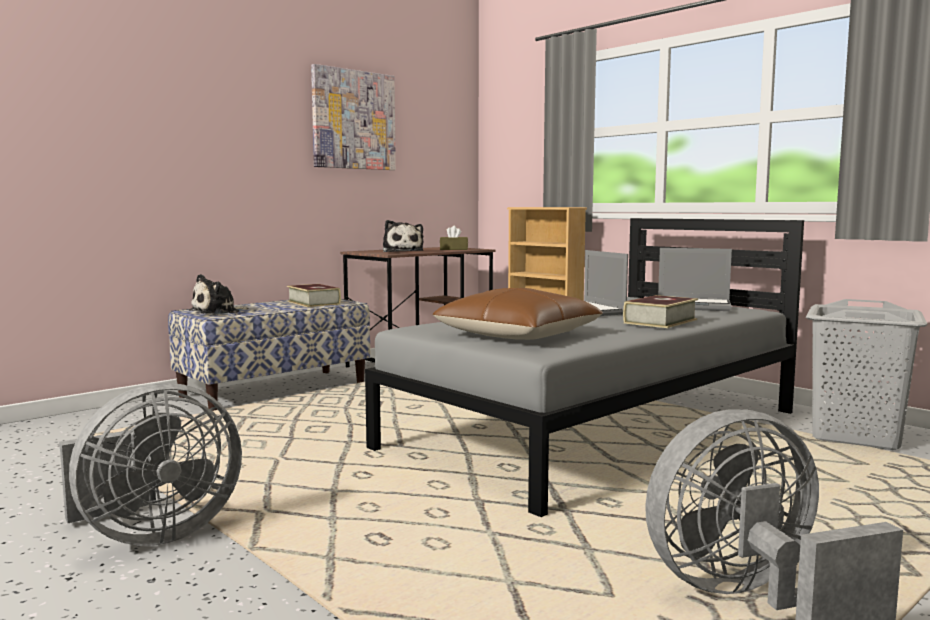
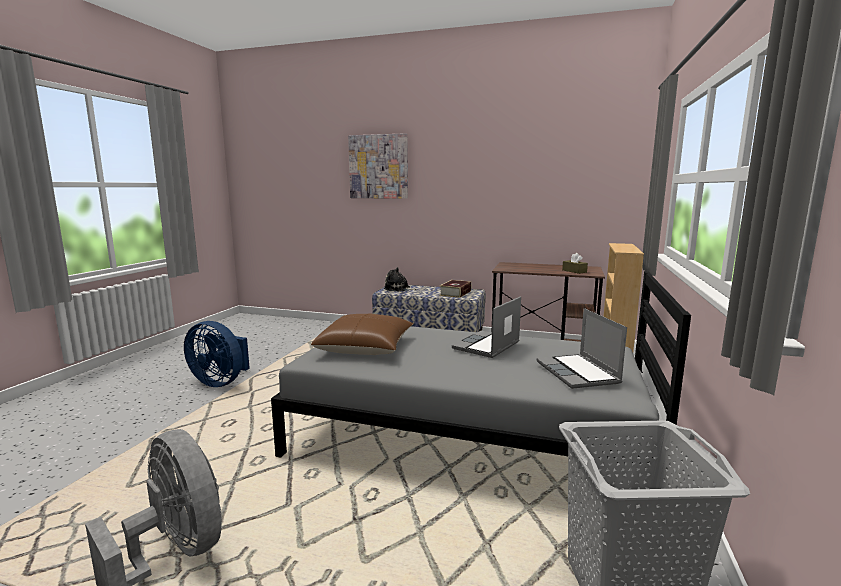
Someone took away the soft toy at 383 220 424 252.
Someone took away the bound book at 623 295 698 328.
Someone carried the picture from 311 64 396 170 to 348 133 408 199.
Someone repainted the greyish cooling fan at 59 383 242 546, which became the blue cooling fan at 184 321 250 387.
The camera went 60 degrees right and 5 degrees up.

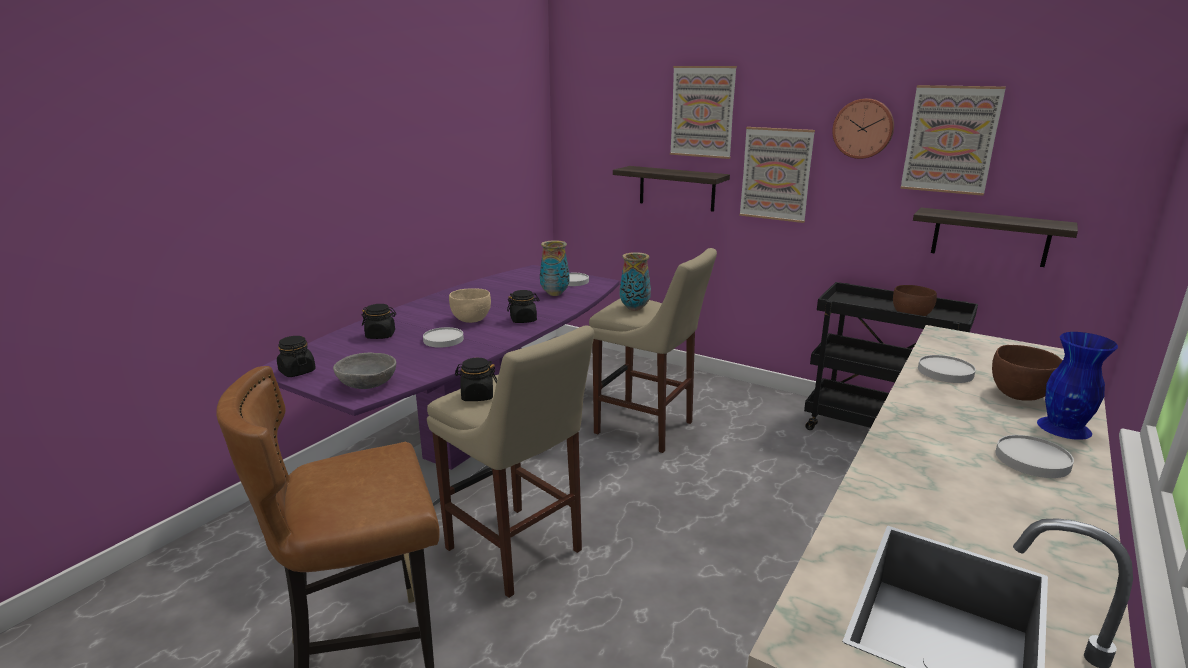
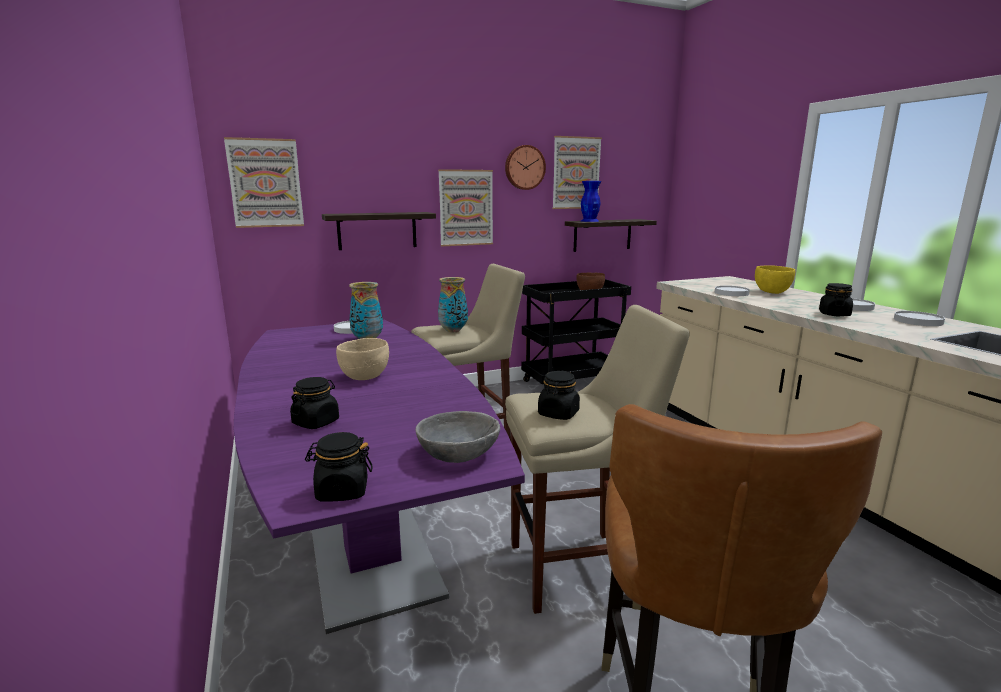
Someone carried the whitish dinner plate from 423 327 464 348 to 894 311 945 326.
Someone carried the blackish storage jar from 507 290 539 323 to 819 283 853 316.
Someone carried the picture from 670 66 737 159 to 224 137 304 228.
Someone carried the blue flower vase from 1037 332 1118 440 to 581 181 601 222.
Someone repainted the brownish serving bowl at 992 345 1063 401, which became the yellow serving bowl at 755 265 795 294.
The camera went 55 degrees left and 5 degrees down.

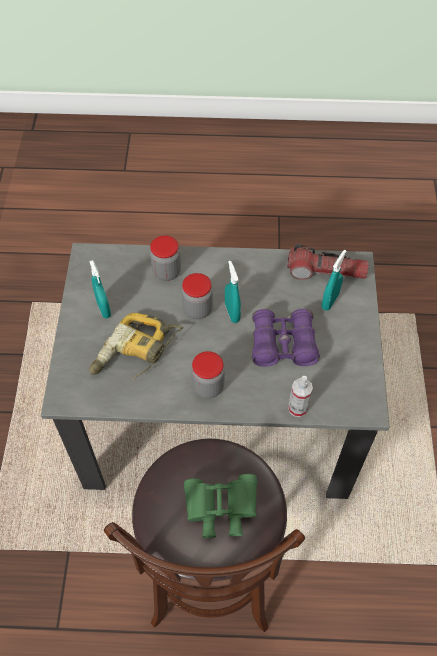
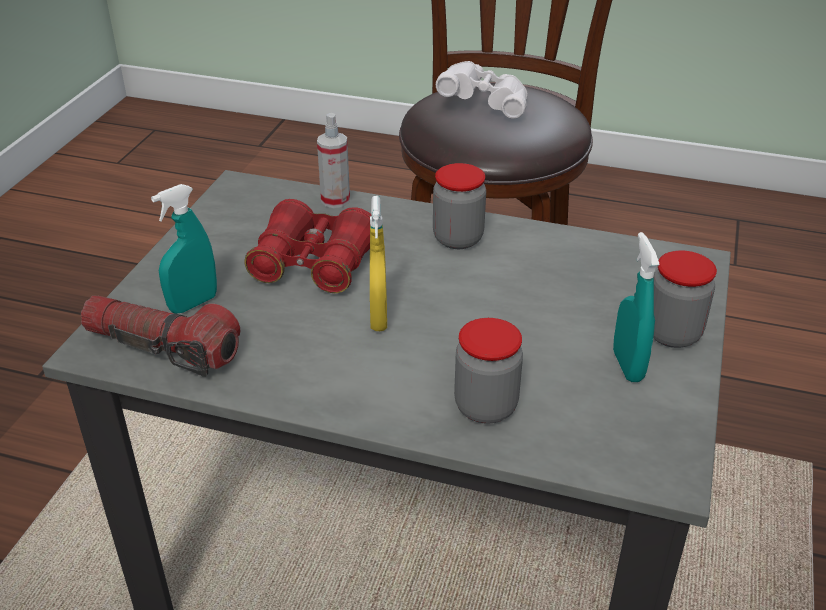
Someone took away the electric drill at 90 313 183 380.
Someone carried the storage jar from 182 273 213 319 to 653 250 717 348.
Someone repainted the greenish pair of binoculars at 184 474 258 538, which became the whitish pair of binoculars at 436 61 528 119.
Someone repainted the turquoise-coloured spray bottle at 225 261 241 323, which became the yellow spray bottle at 370 196 387 331.
Someone repainted the purplish pair of binoculars at 252 309 320 367, which became the red pair of binoculars at 245 199 371 293.
The camera went 165 degrees left and 20 degrees down.

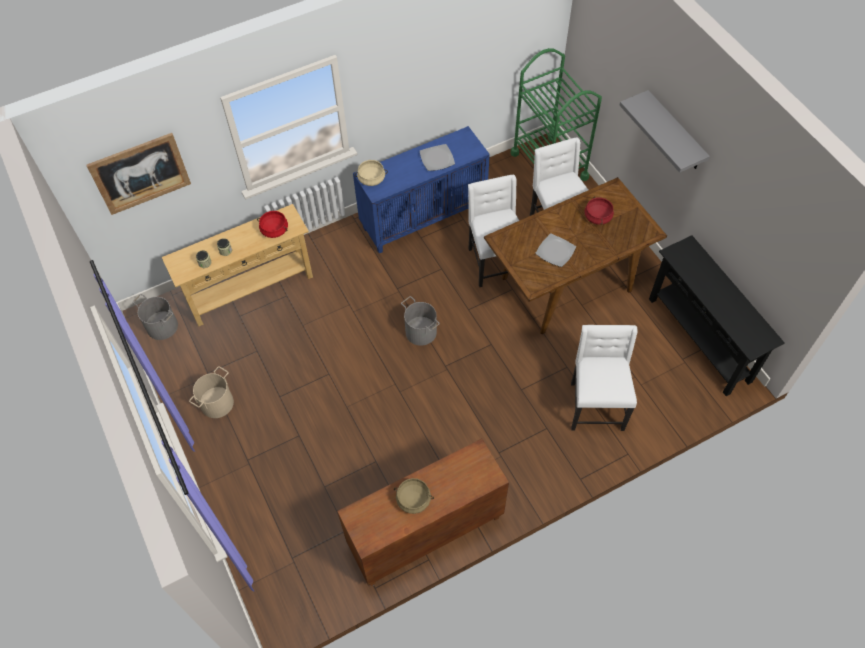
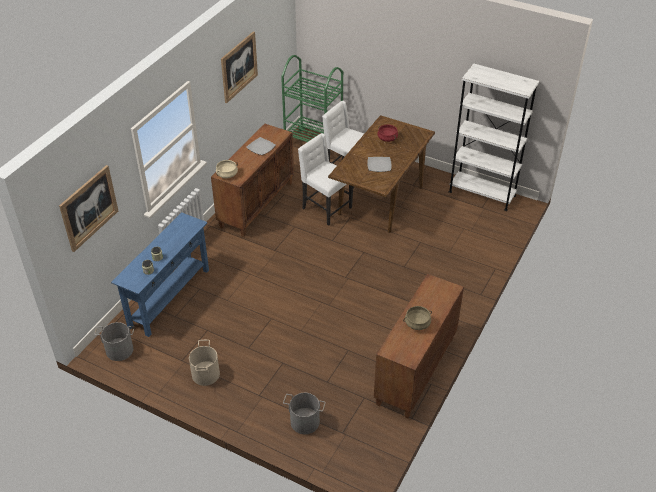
Someone took away the red cooking pot at 257 211 288 238.
Someone took away the whitish chair at 571 325 638 431.
Someone took away the greyish bracket shelf at 619 90 710 173.
Someone put up the picture at 221 31 258 103.
Someone carried the greyish bucket from 401 296 440 346 to 283 393 326 434.
Someone swapped the blackish console table at 649 235 785 396 for the whitish bookshelf at 449 63 539 211.
Someone repainted the beige console table at 162 204 313 326, which became the blue console table at 111 212 209 337.
Someone repainted the blue cabinet at 353 126 490 253, which became the brownish cabinet at 211 124 294 237.
The camera went 35 degrees left and 15 degrees down.

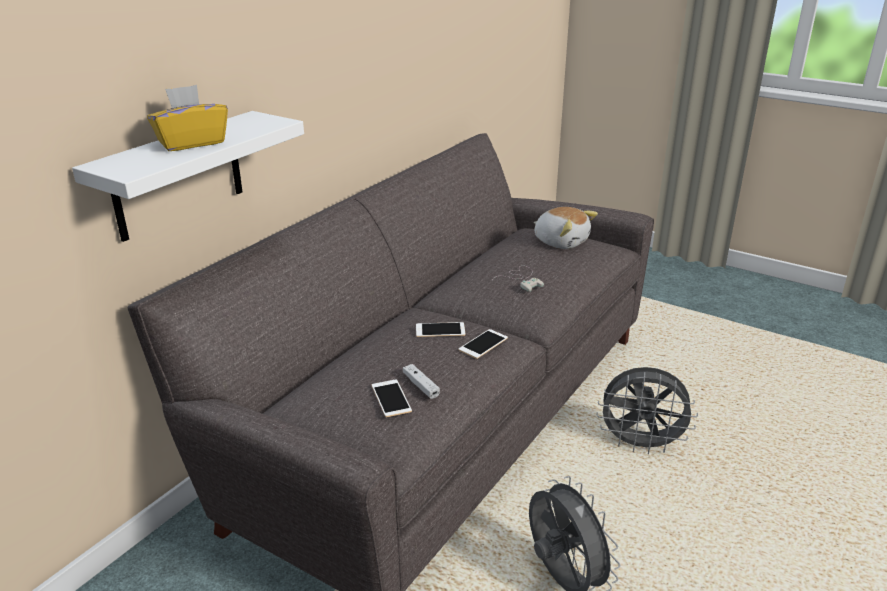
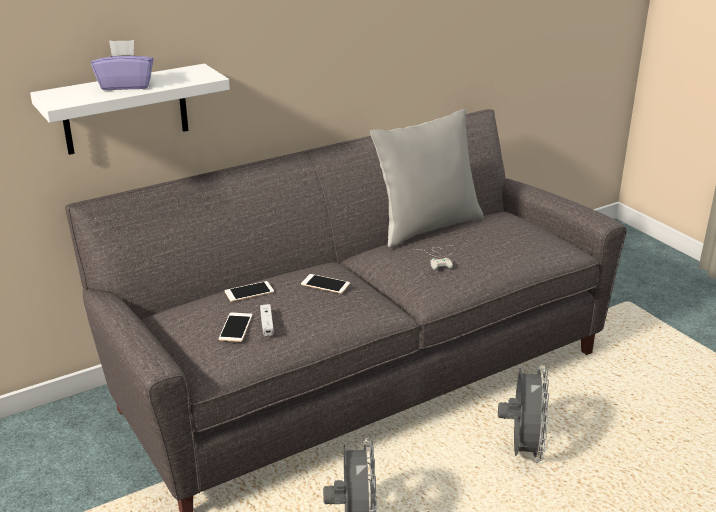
Someone took away the soft toy at 534 207 598 249.
Someone put down the greyish throw pillow at 370 109 484 248.
Someone carried the phone from 459 329 508 359 to 225 281 274 302.
Someone repainted the yellow tissue box at 147 85 228 151, which became the purplish tissue box at 91 40 154 90.
Someone rotated the greyish cooling fan at 596 367 698 454 by 120 degrees counterclockwise.
The camera went 25 degrees right and 0 degrees up.

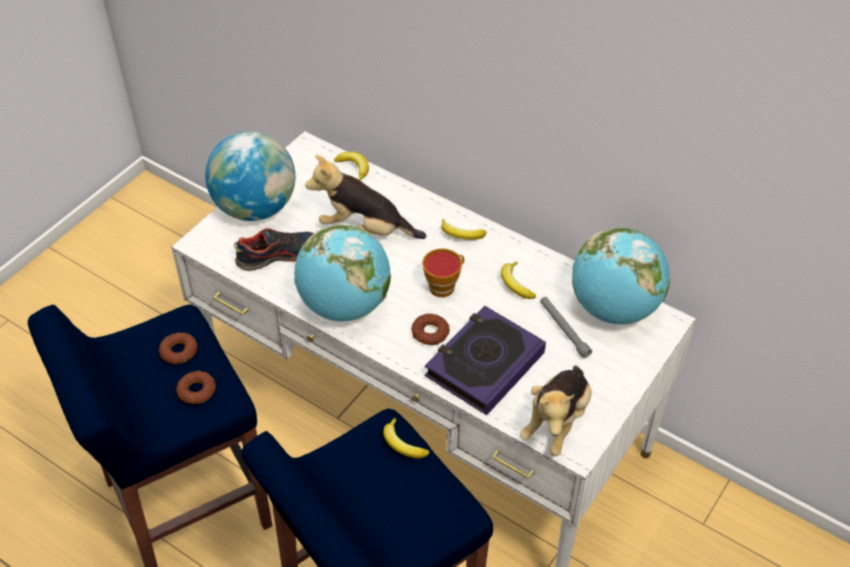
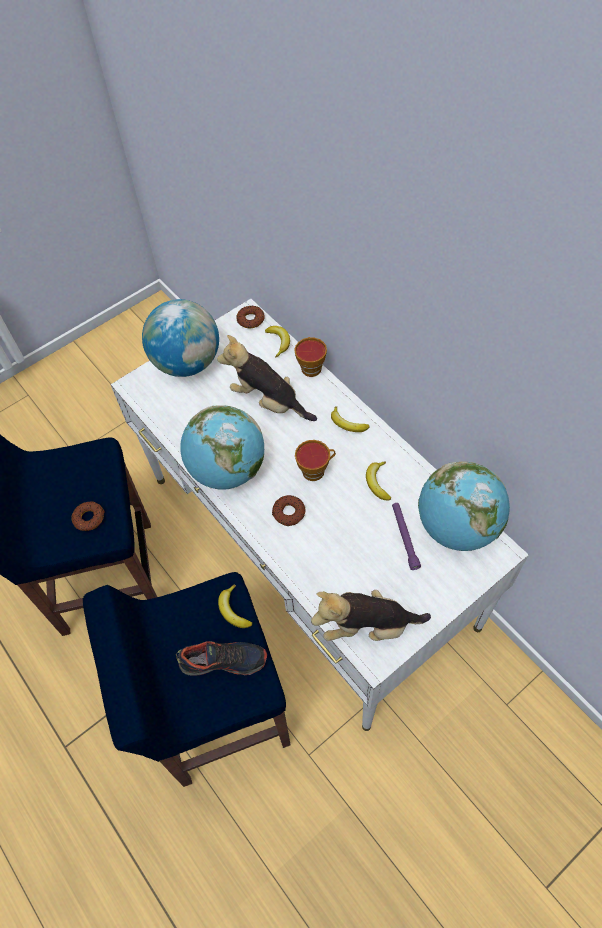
Someone took away the bound book at 425 306 546 415.
Someone put down the small cup at 294 337 327 377.
Someone carried the ring doughnut from 159 332 198 364 to 236 305 265 329.
Someone carried the shoe from 234 228 314 271 to 176 641 267 676.
Someone repainted the greyish torch at 540 297 592 358, which became the purplish torch at 392 503 421 570.
Someone rotated the soft toy at 520 365 592 456 by 45 degrees clockwise.
The camera went 20 degrees right and 10 degrees up.

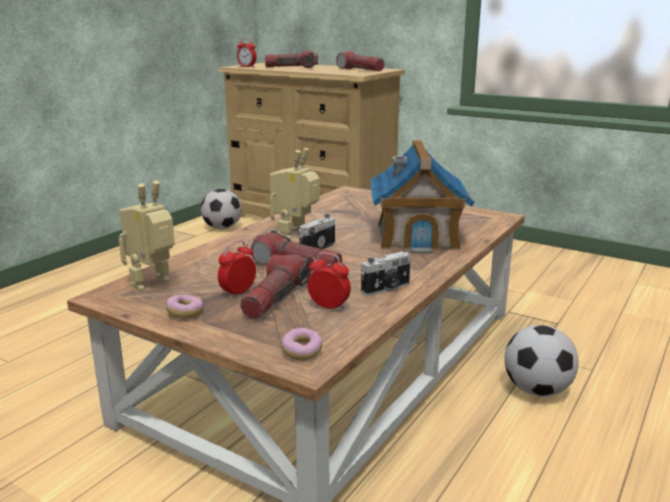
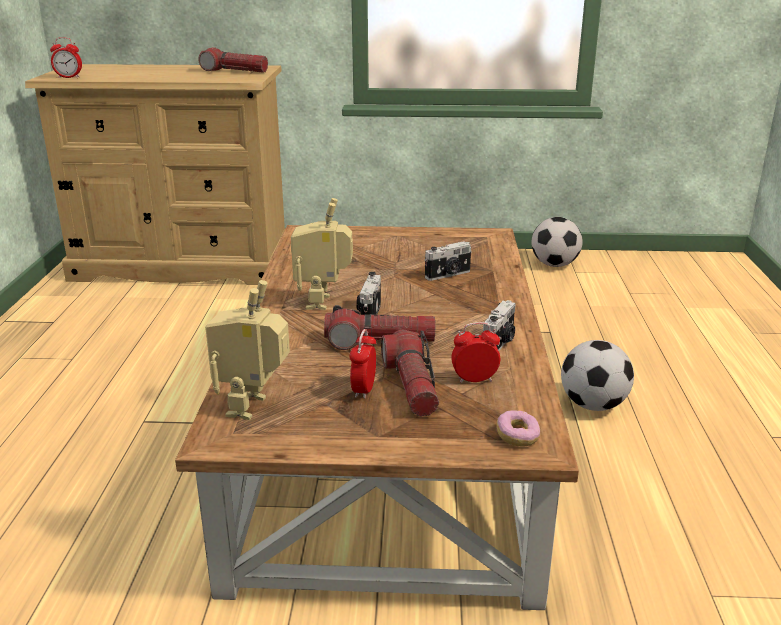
Someone took away the ring doughnut at 166 294 203 318.
Someone took away the torch at 265 50 318 68.
Someone carried the football ball from 201 189 242 229 to 532 217 583 267.
Someone swapped the model house at 370 140 474 254 for the photo camera at 425 241 472 281.
The camera went 30 degrees left and 5 degrees up.

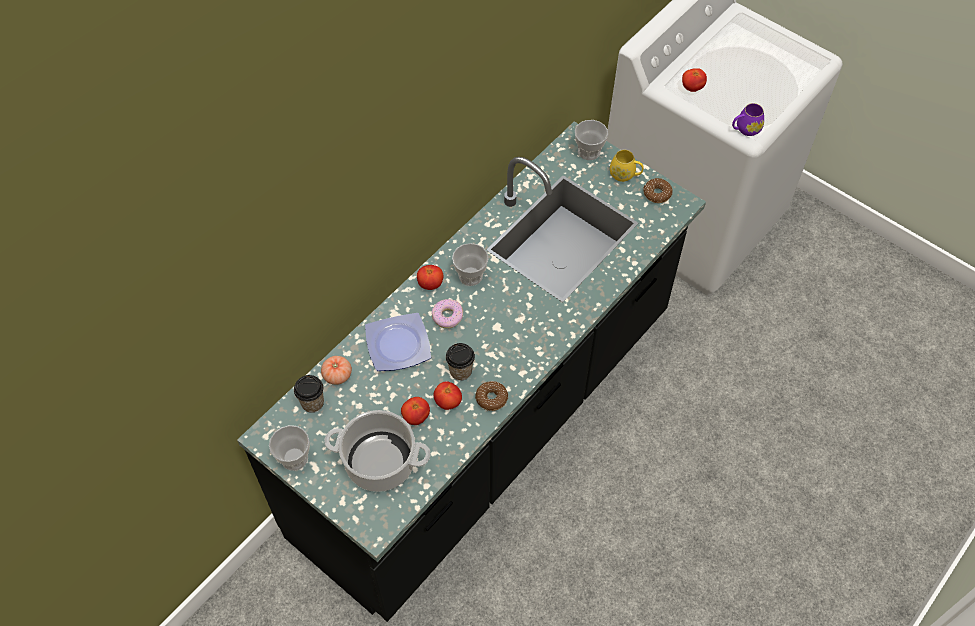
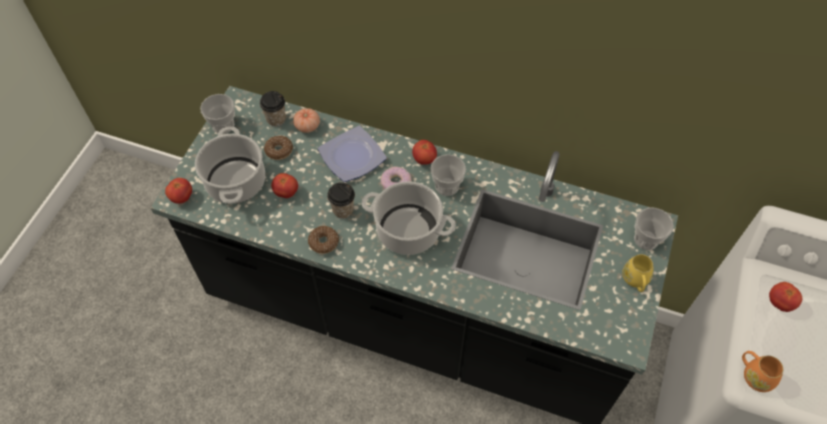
Someone put down the cooking pot at 361 181 456 255.
Someone carried the whole tomato from 434 381 462 410 to 165 178 192 204.
Someone carried the ring doughnut from 643 178 672 203 to 264 135 293 160.
Someone repainted the purplish mug at 732 103 764 136, which became the orangey mug at 742 351 783 392.
The camera went 70 degrees right and 0 degrees up.

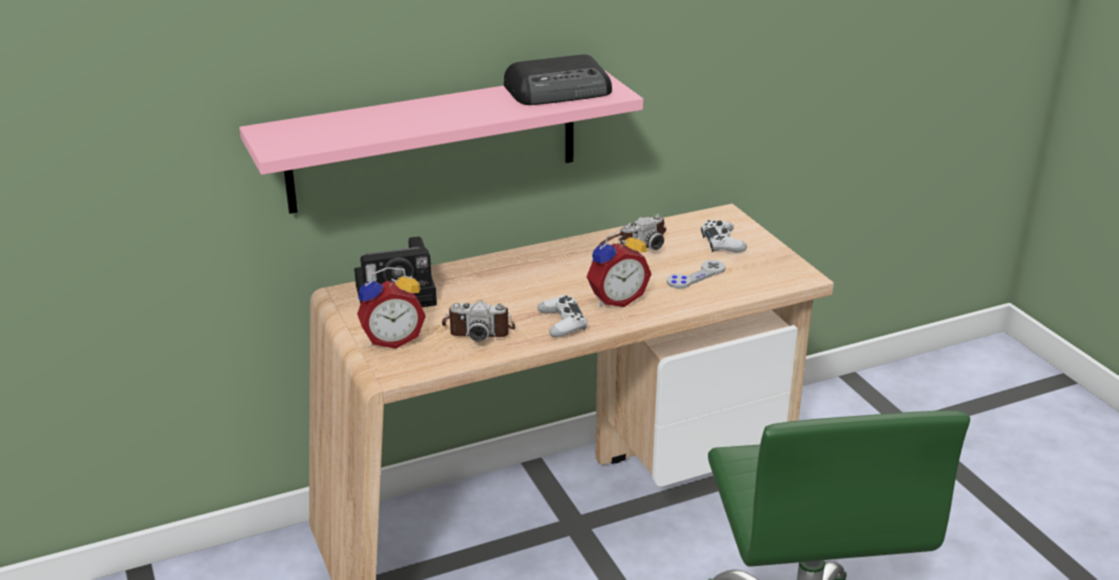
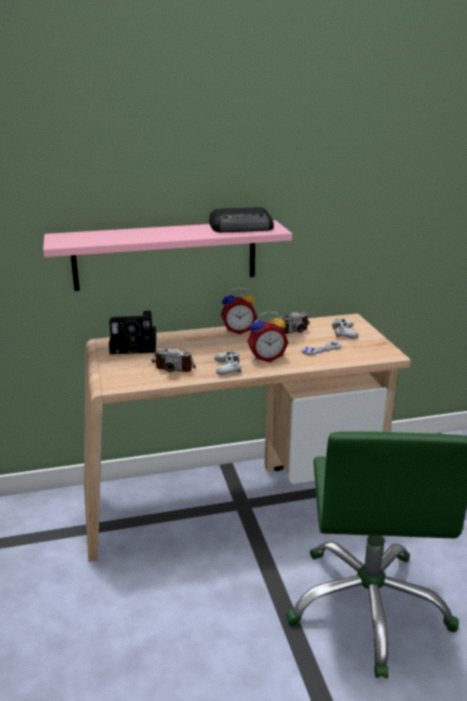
Someone carried the alarm clock from 357 267 426 349 to 221 287 257 334.
The camera went 10 degrees right and 5 degrees down.

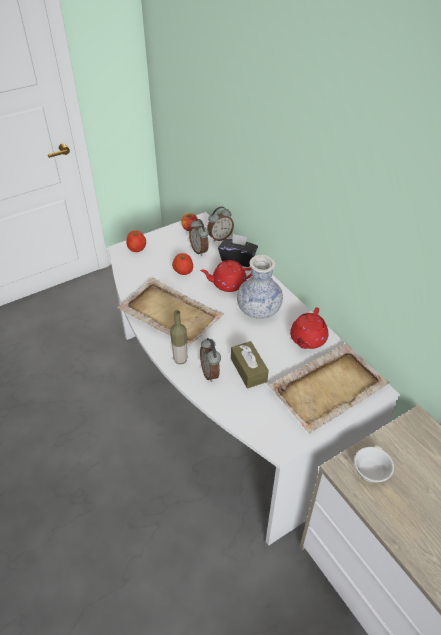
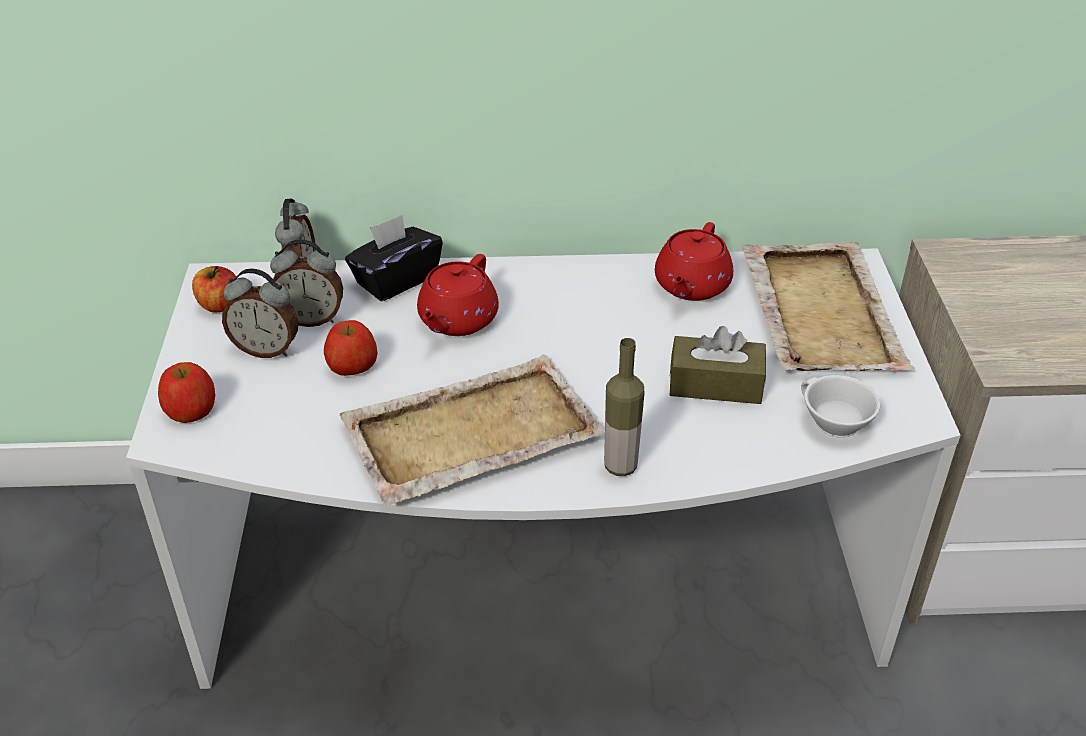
Someone took away the flower vase at 237 255 283 319.
Someone carried the alarm clock from 200 338 221 382 to 222 269 298 358.
Someone carried the whitish small cup from 354 445 394 482 to 801 375 880 438.
Someone rotated the red pot for tea at 290 307 328 349 by 60 degrees clockwise.
The camera went 60 degrees left and 5 degrees down.

